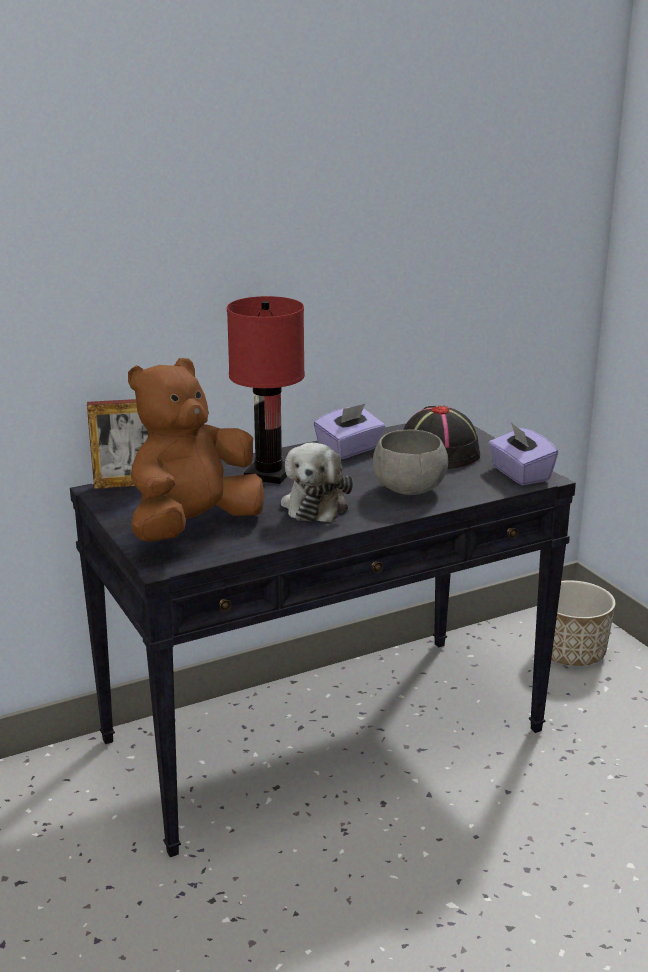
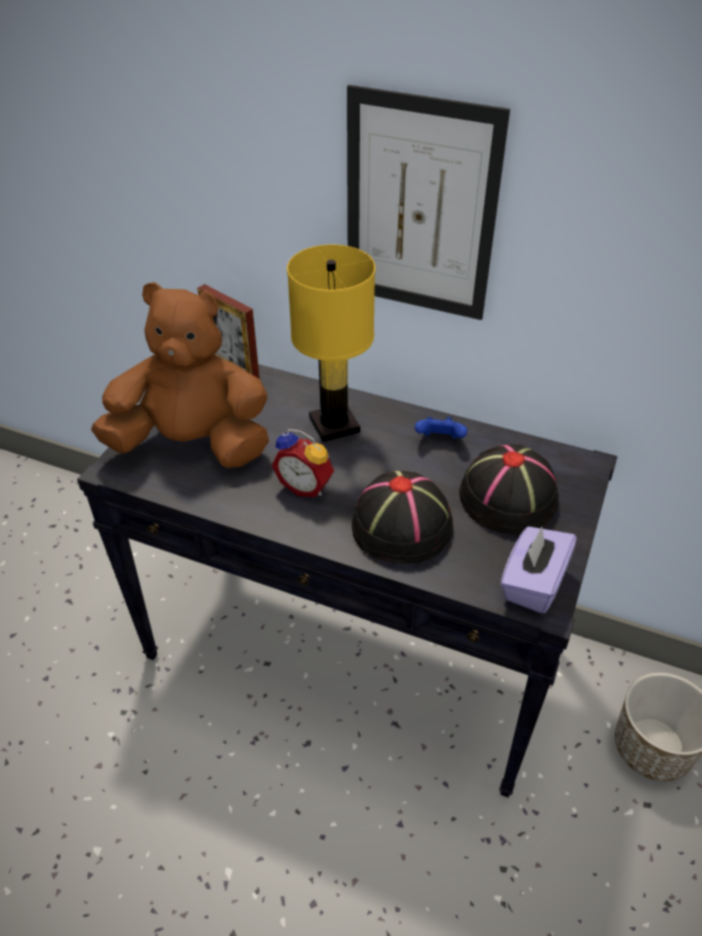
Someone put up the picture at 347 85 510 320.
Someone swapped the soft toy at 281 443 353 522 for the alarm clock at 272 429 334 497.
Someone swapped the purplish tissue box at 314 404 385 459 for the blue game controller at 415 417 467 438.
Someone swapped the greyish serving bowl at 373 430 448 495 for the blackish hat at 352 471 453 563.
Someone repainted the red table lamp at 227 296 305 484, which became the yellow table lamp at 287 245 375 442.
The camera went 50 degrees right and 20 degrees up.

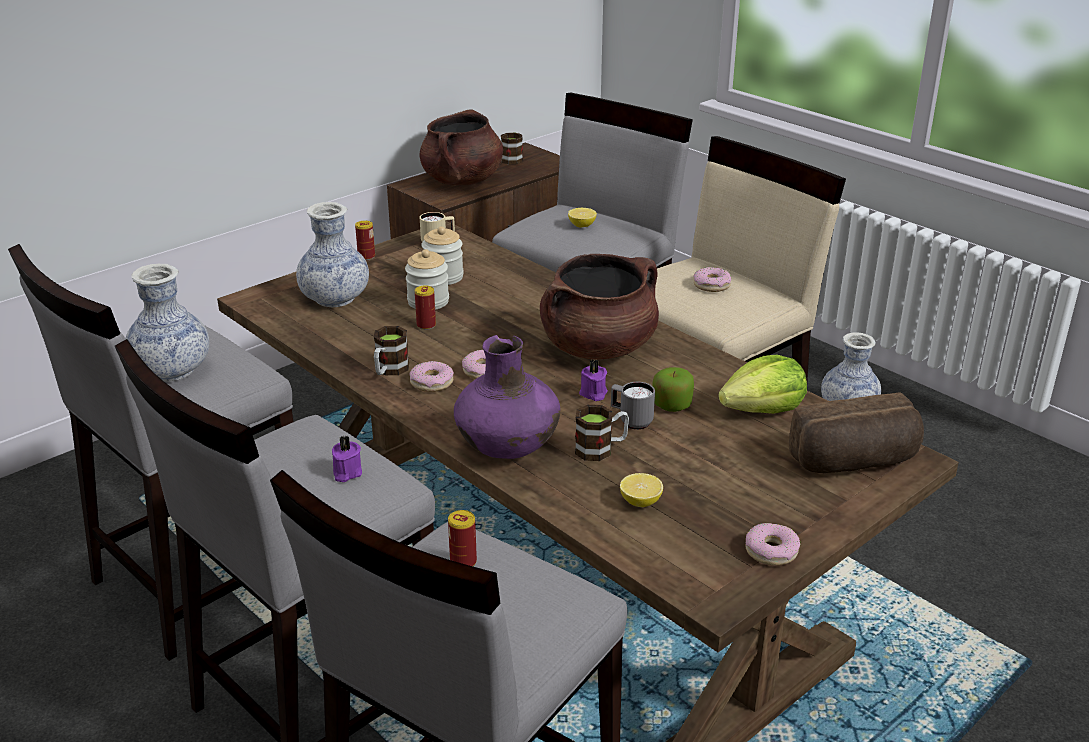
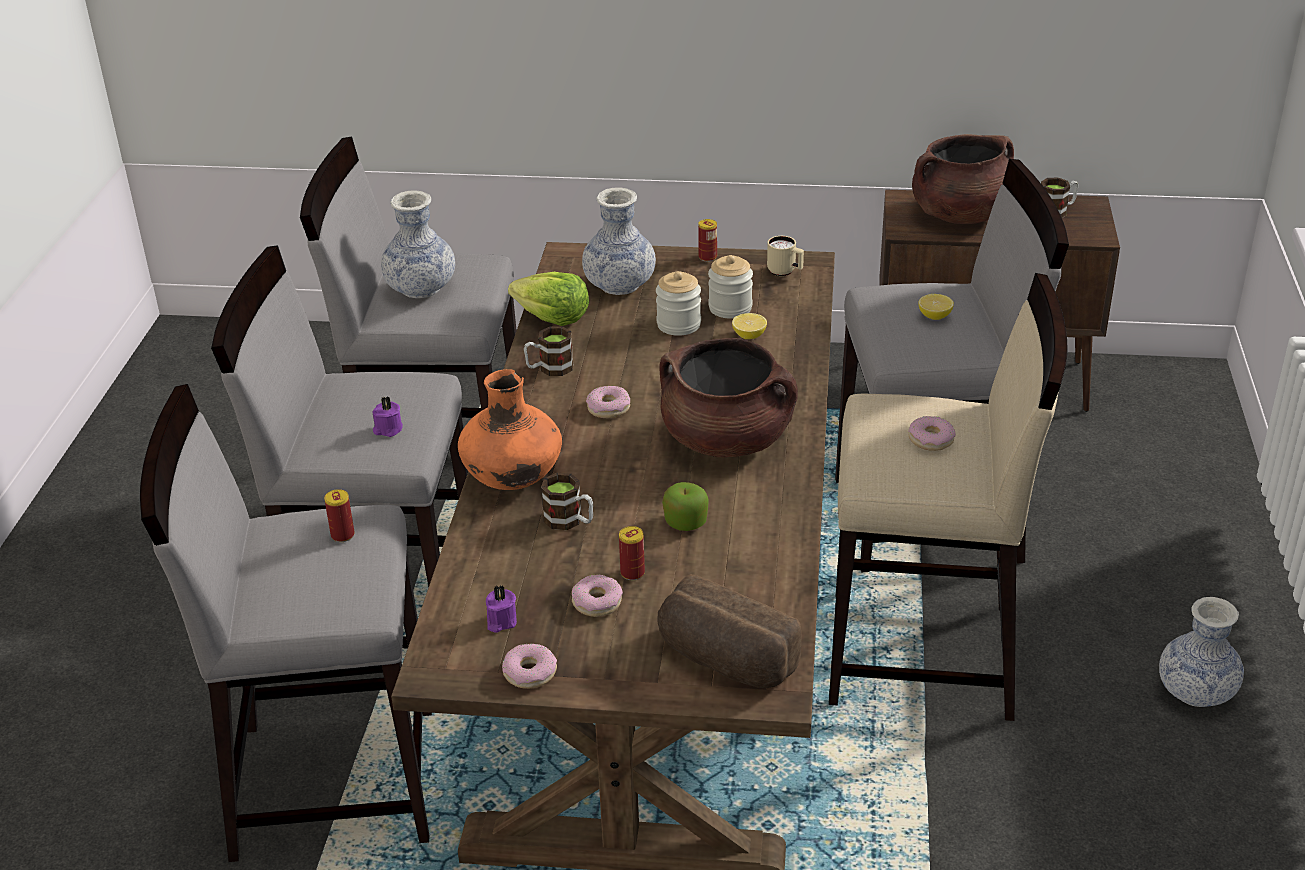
Someone took away the greyish mug at 611 382 655 430.
Someone carried the ring doughnut from 410 361 454 392 to 572 574 623 617.
Someone carried the can from 415 285 436 330 to 619 526 645 580.
Someone carried the purplish wax light from 579 360 608 401 to 486 585 517 633.
Someone carried the citrus fruit from 620 473 663 507 to 732 313 767 339.
Someone carried the lettuce head from 718 355 807 414 to 508 272 589 326.
Someone repainted the purplish flower vase at 454 335 560 459, which became the orangey flower vase at 458 369 562 490.
The camera went 50 degrees right and 5 degrees up.

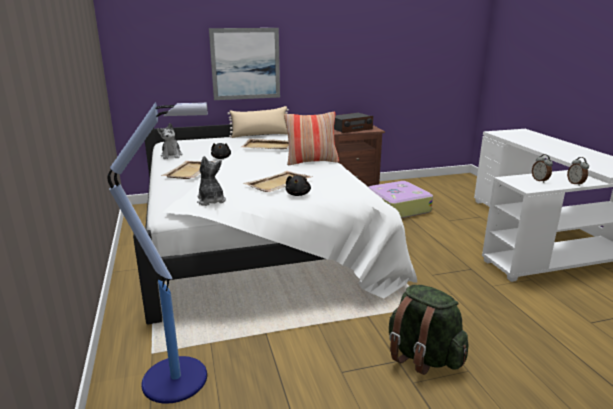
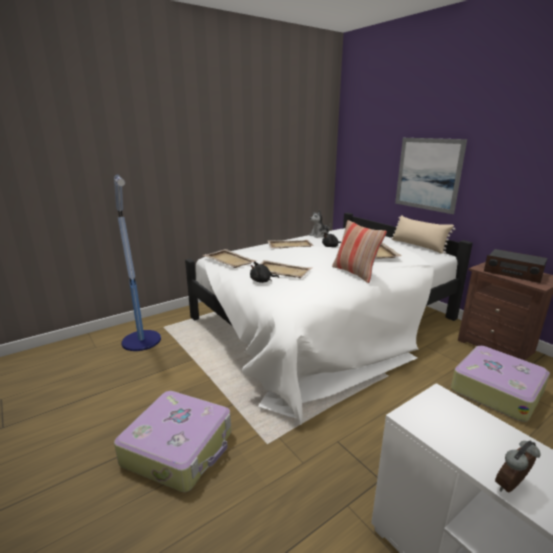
Someone took away the alarm clock at 532 154 553 183.
Someone swapped the soft toy at 197 156 226 206 for the beige serving tray at 203 249 257 268.
Someone swapped the greenish knapsack at 389 285 469 375 for the travel case at 114 391 231 492.
The camera went 70 degrees right and 0 degrees up.

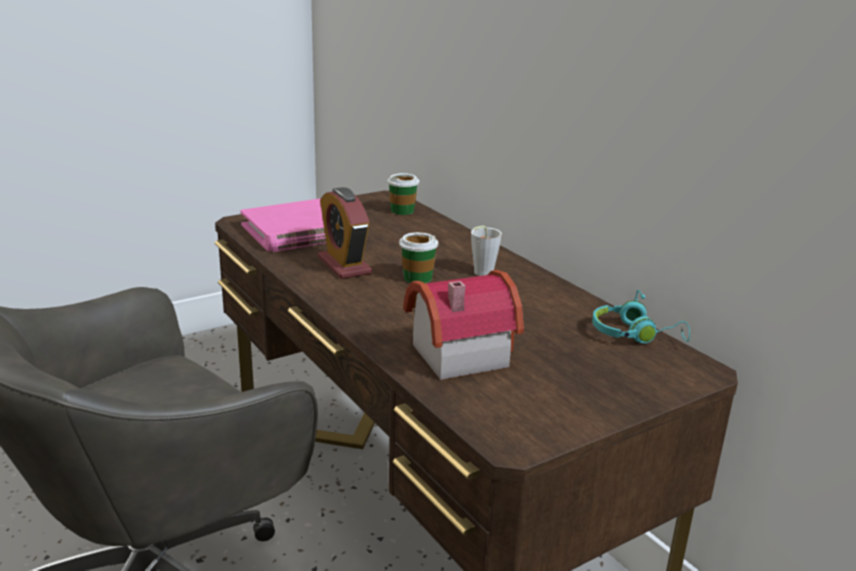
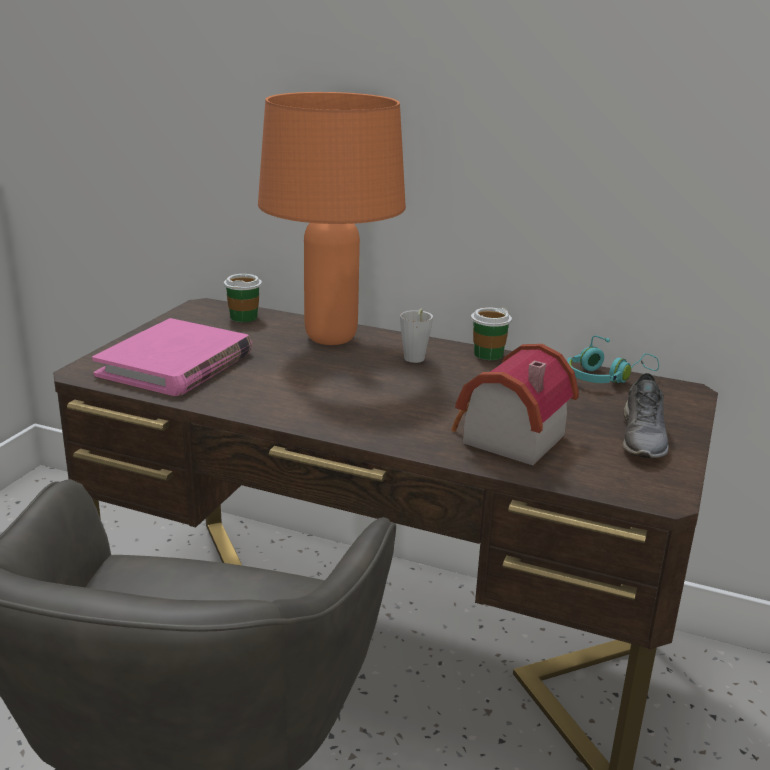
Someone took away the alarm clock at 318 187 372 279.
Someone put down the orangey table lamp at 258 92 406 345.
Someone put down the greyish shoe at 622 373 669 458.
Someone carried the small cup from 399 232 438 283 to 471 307 512 360.
The camera went 35 degrees left and 0 degrees up.

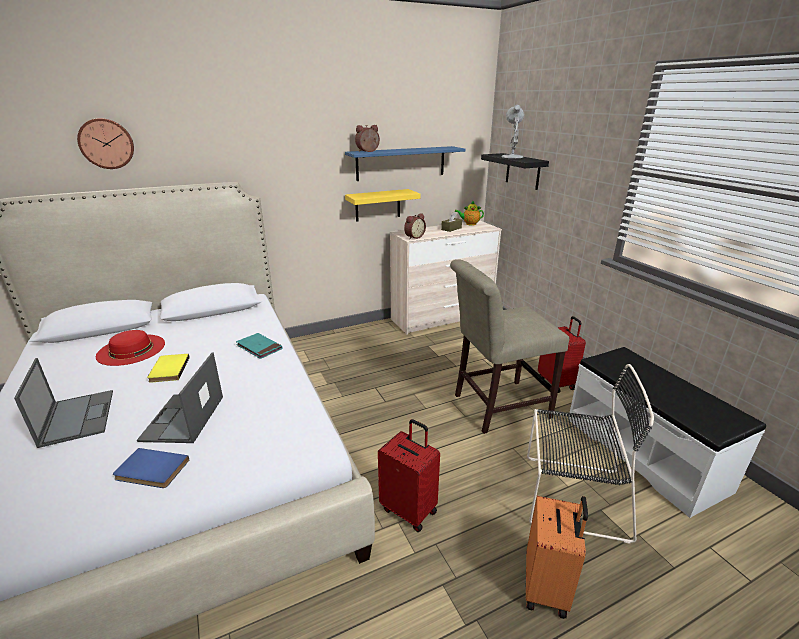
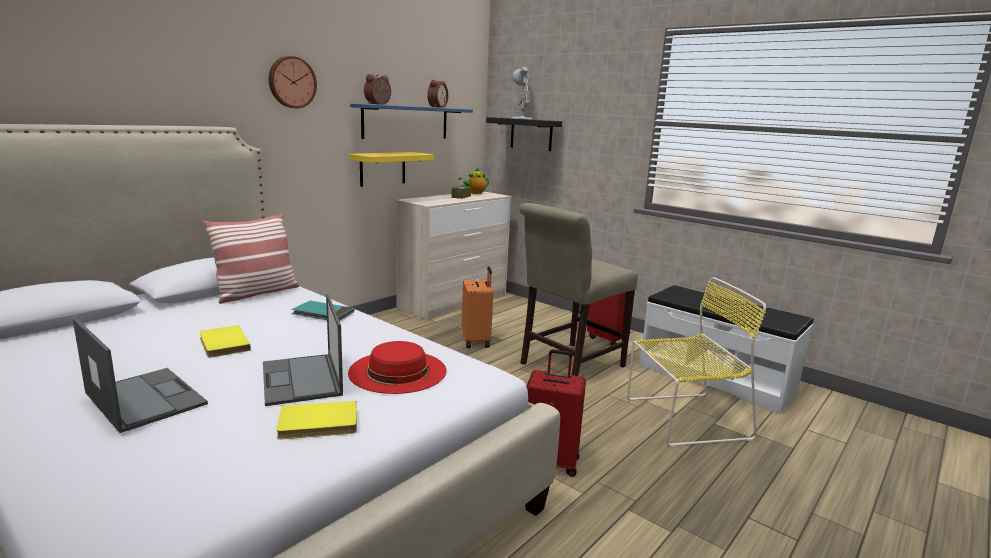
Someone put down the throw pillow at 203 214 299 304.
Someone carried the hanging clock from 77 118 134 169 to 269 56 317 108.
Someone carried the red hat from 96 330 165 366 to 348 341 446 394.
Someone carried the alarm clock from 404 213 426 239 to 427 80 448 108.
Someone carried the orangey travel case from 526 496 588 619 to 462 267 493 348.
Someone repainted the blue bound book at 113 448 189 488, which became the yellow bound book at 276 401 357 439.
Someone repainted the blackish chair at 527 364 654 544, which became the yellow chair at 627 277 766 447.
The camera went 25 degrees left and 10 degrees down.

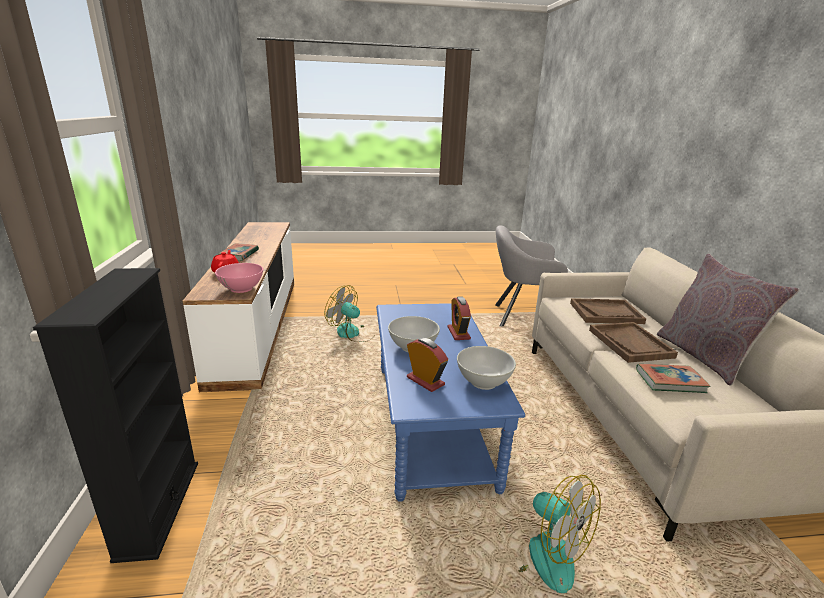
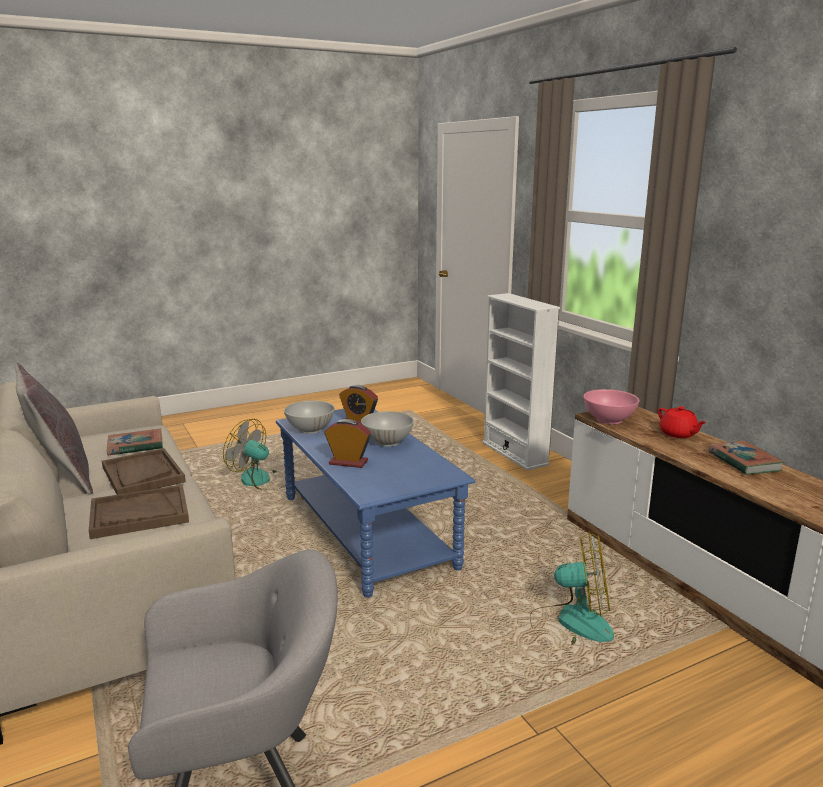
Someone repainted the blackish bookshelf at 33 268 198 563, which became the whitish bookshelf at 482 293 560 471.
Someone rotated the alarm clock at 447 296 471 340 by 45 degrees counterclockwise.
The camera went 160 degrees right and 5 degrees down.

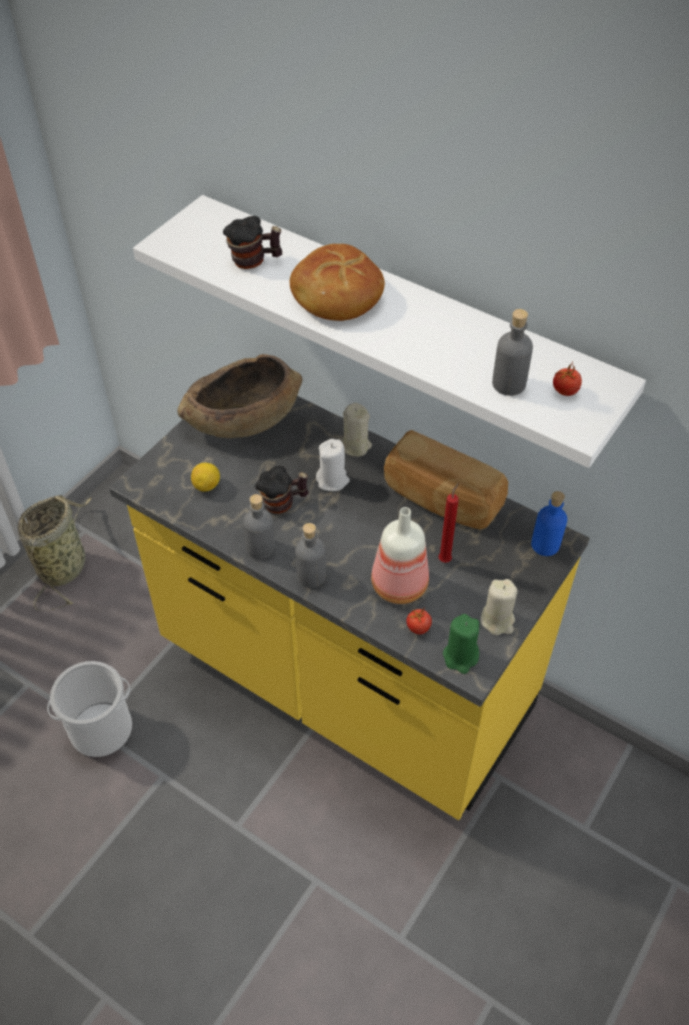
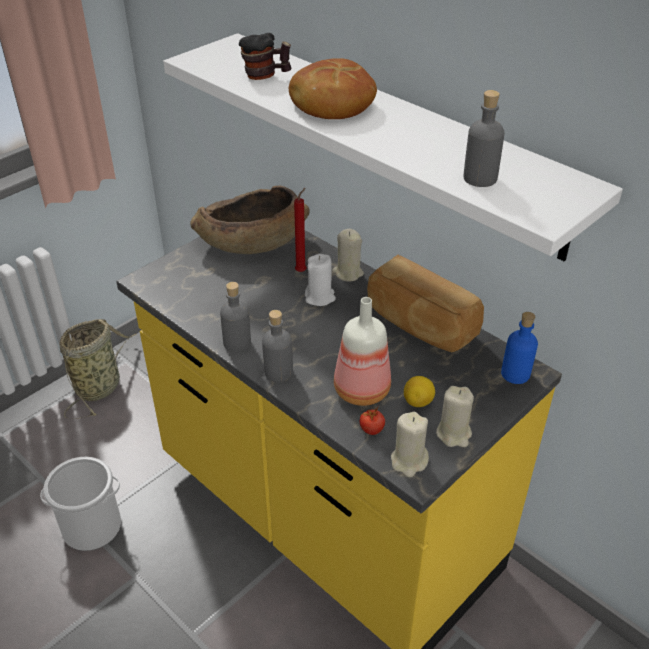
Someone took away the mug at 255 466 309 514.
Someone took away the whole tomato at 553 362 582 396.
Someone carried the citrus fruit from 191 463 220 491 to 404 376 435 407.
Someone carried the red wax light from 438 482 459 563 to 294 188 306 272.
Someone repainted the greenish wax light at 443 614 479 674, which became the beige wax light at 391 412 429 477.
The camera went 10 degrees right and 10 degrees down.

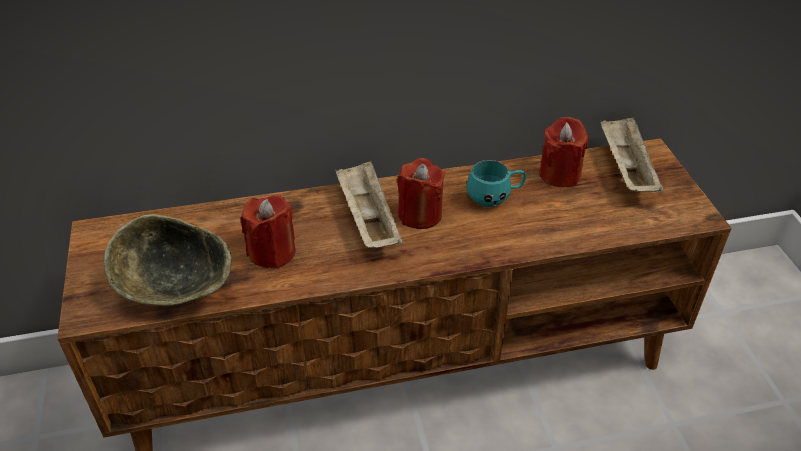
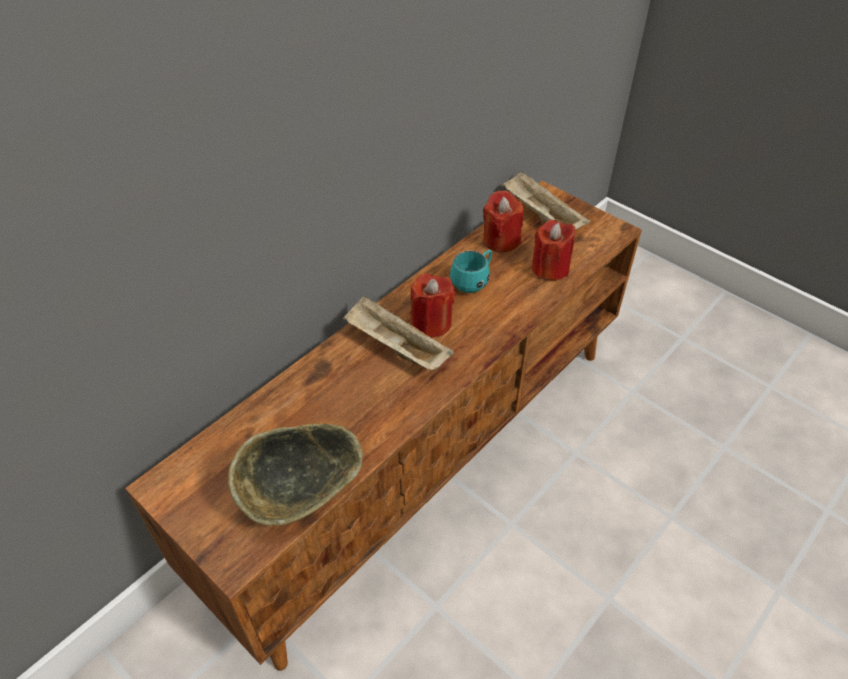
Someone carried the red wax light from 241 195 296 269 to 532 220 575 281.
The camera went 35 degrees left and 5 degrees up.

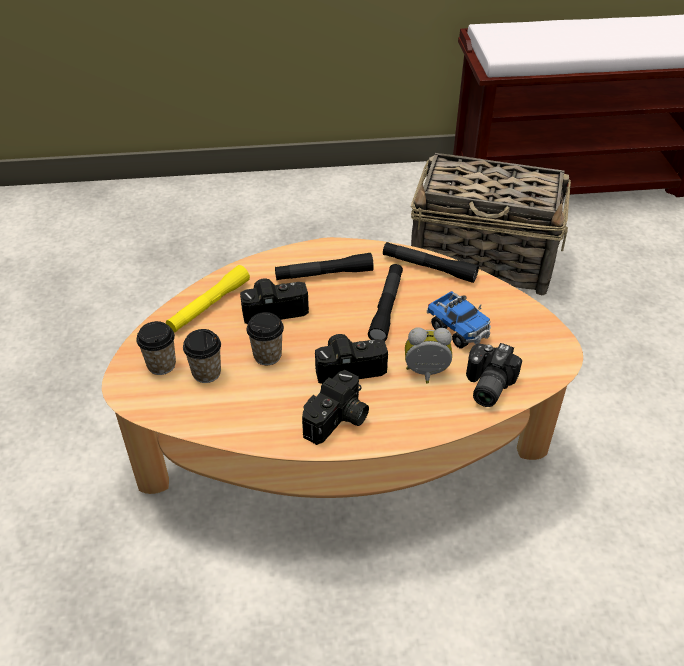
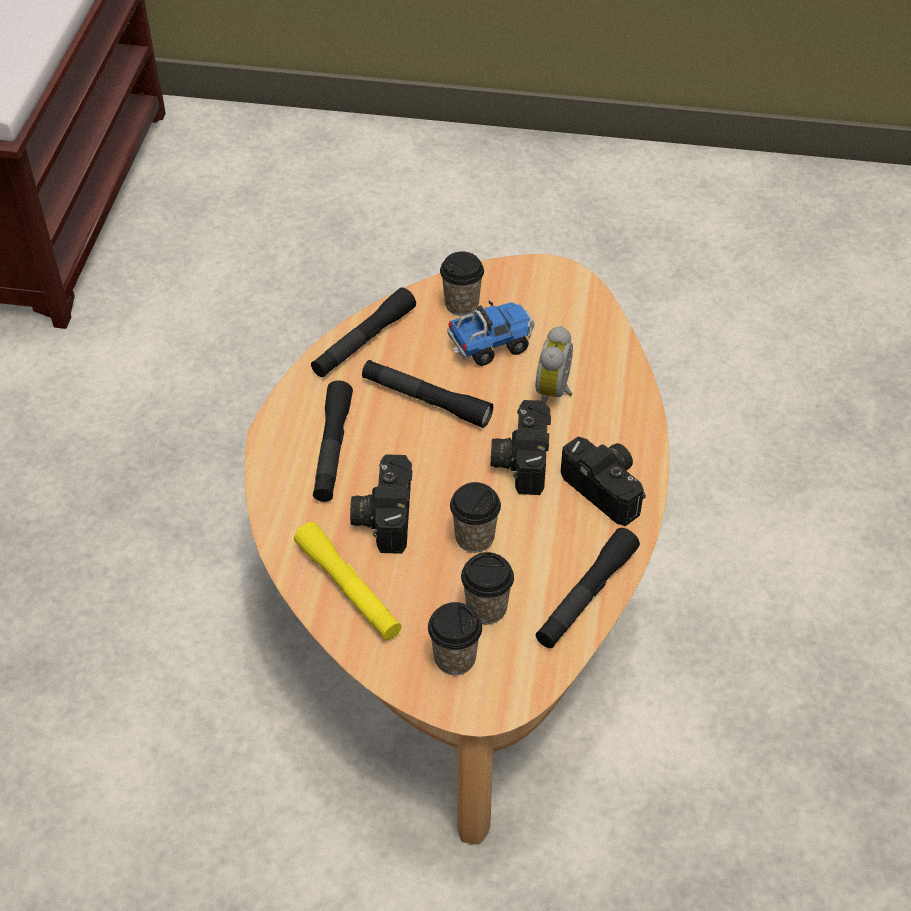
Someone took away the household basket at 411 153 571 295.
Someone took away the photo camera at 466 343 522 407.
Someone put down the small cup at 440 252 484 316.
Someone put down the blackish torch at 536 528 640 648.
The camera went 75 degrees left and 5 degrees up.

